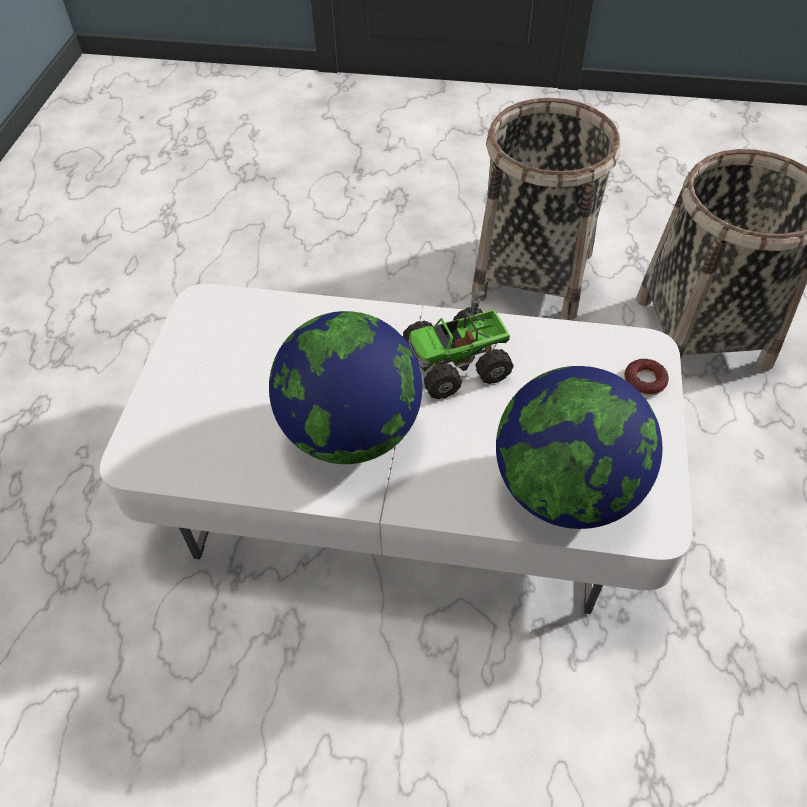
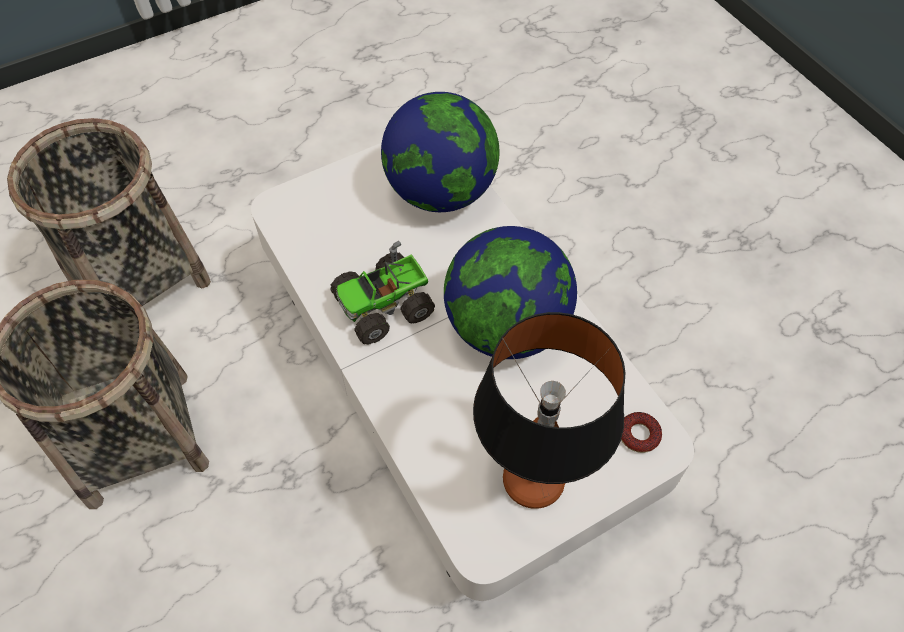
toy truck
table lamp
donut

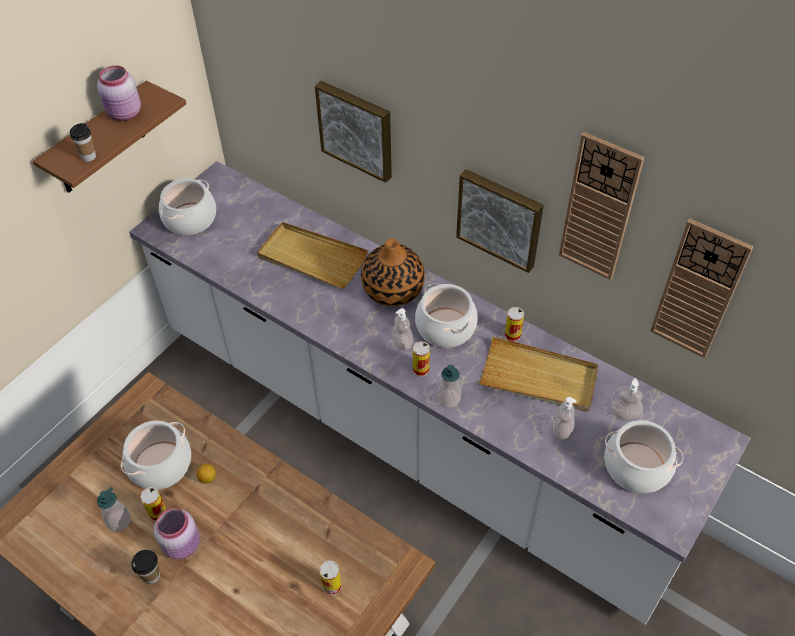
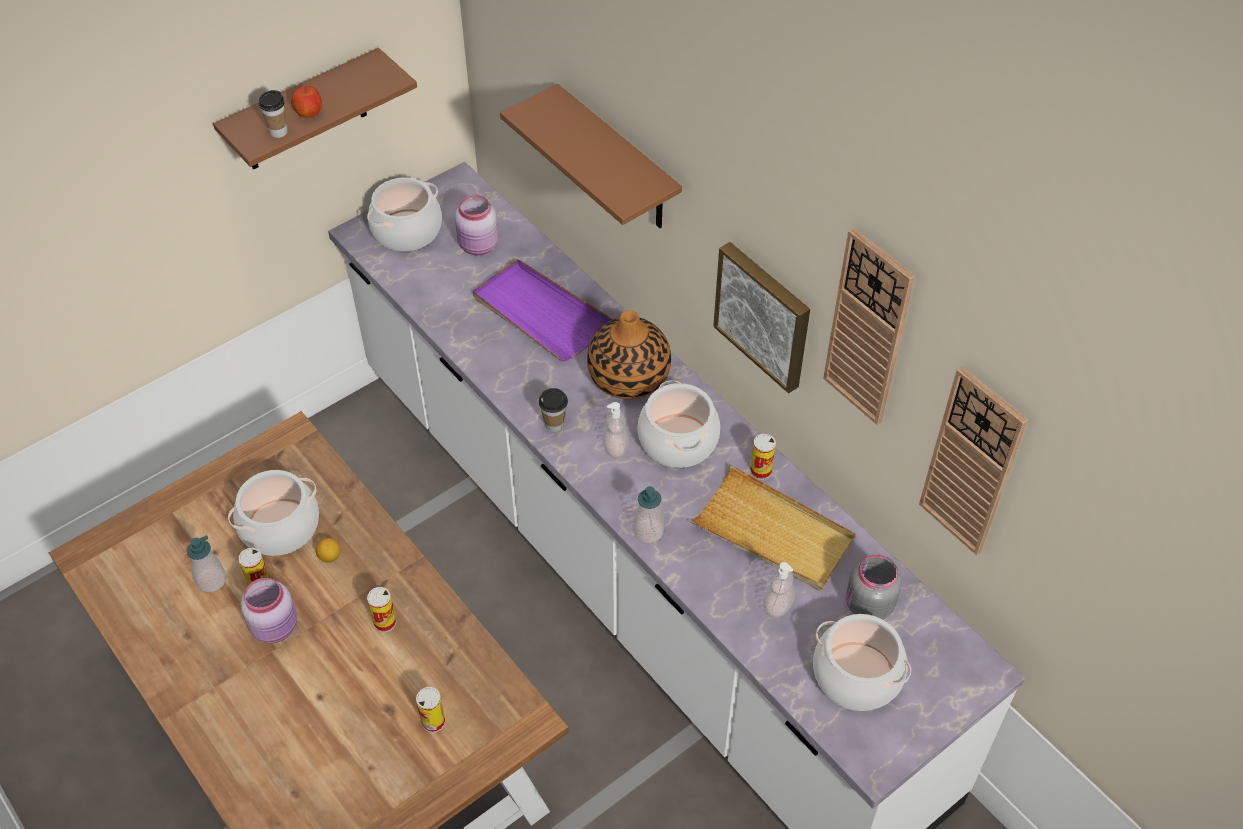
apple
can (2nd from left)
jar (pink) (2nd from left)
tray (purple)
shelf (brown) (2nd from left)
cup (2nd from left)
jar (grey)

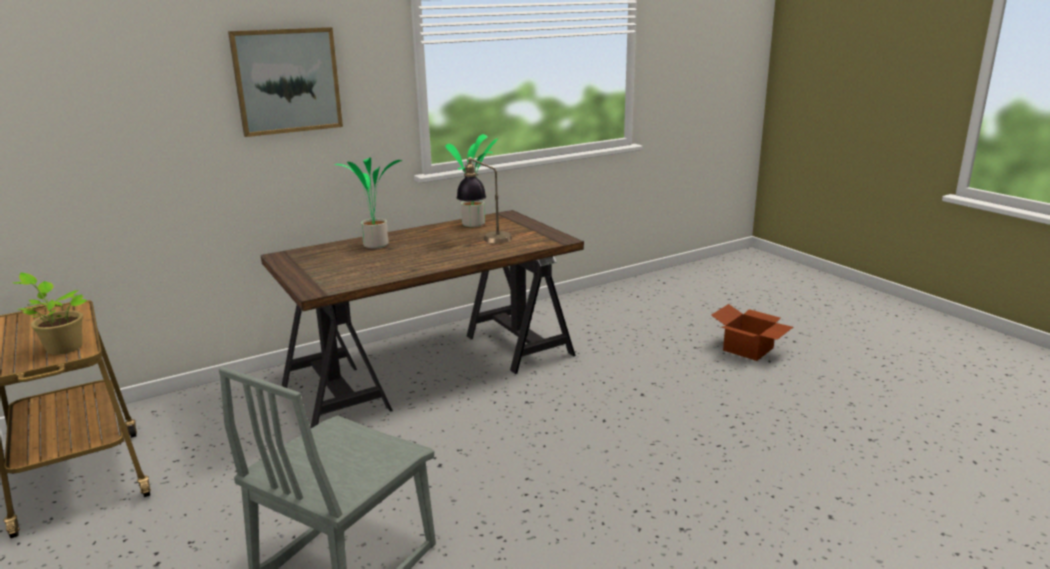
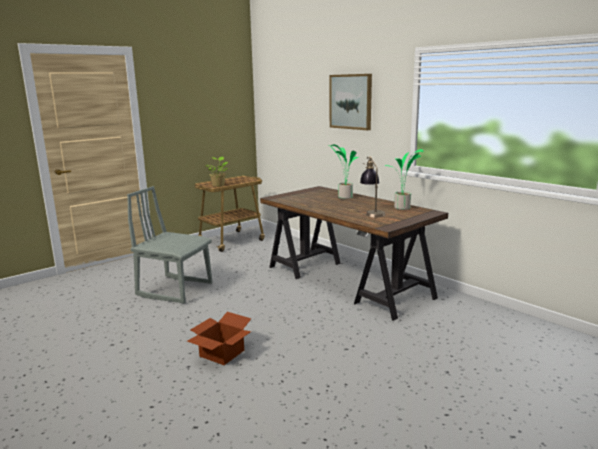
cardboard box

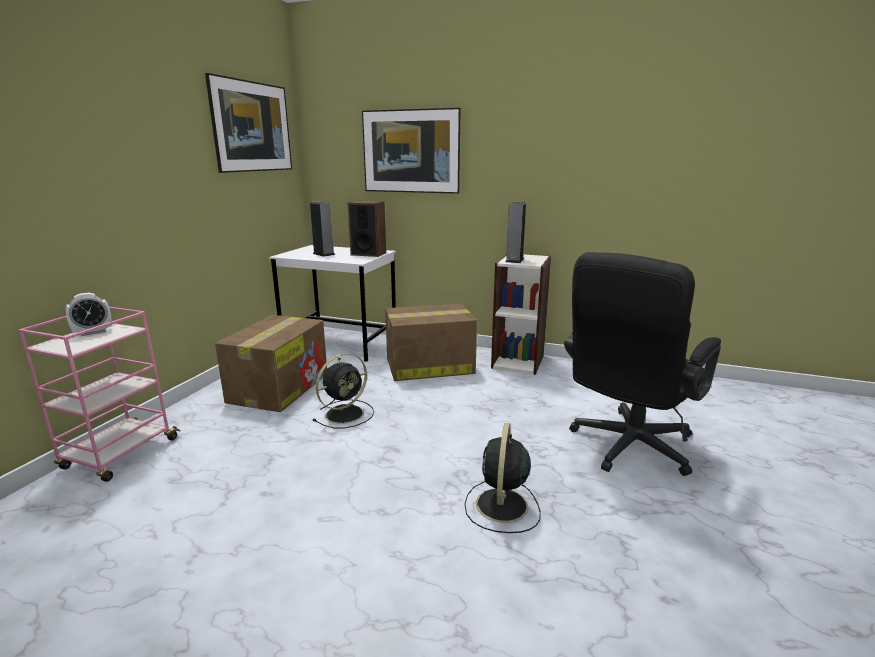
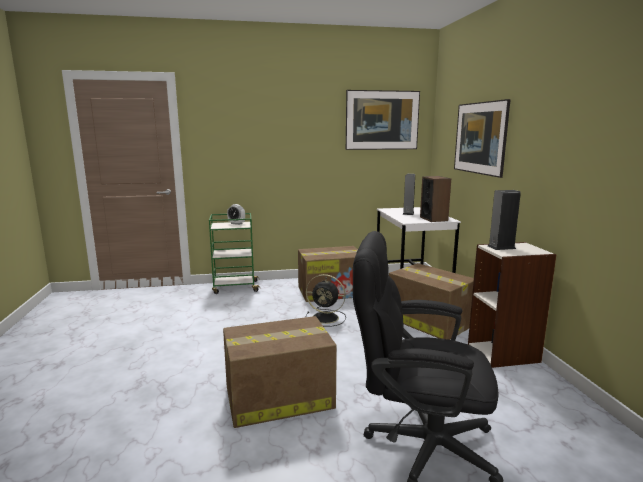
cart (green)
cardboard box (1st from left)

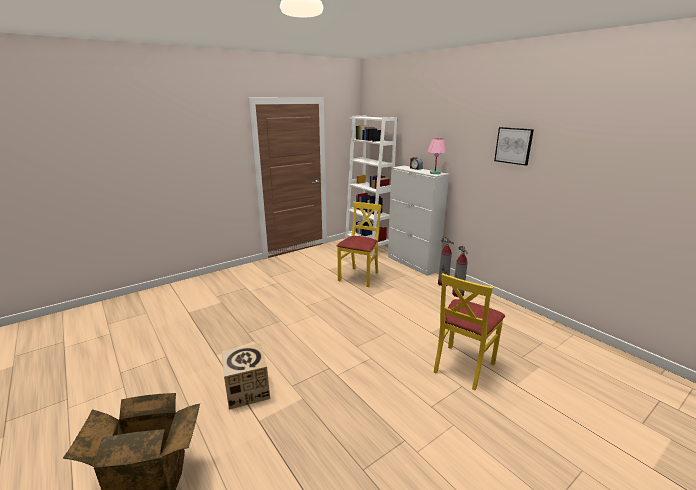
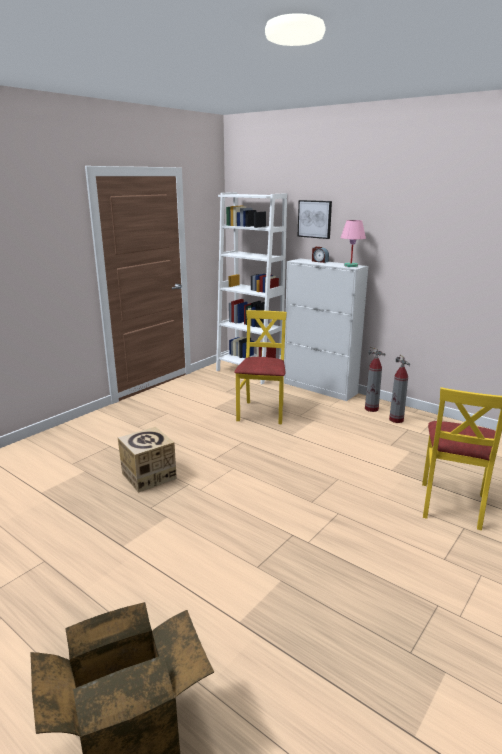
cardboard box (2nd from left)
picture

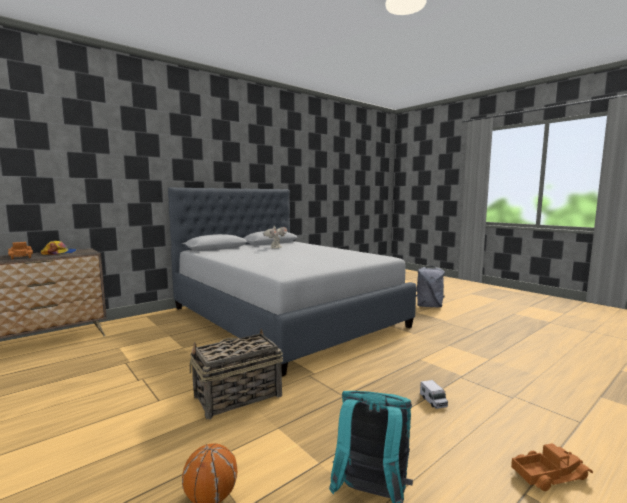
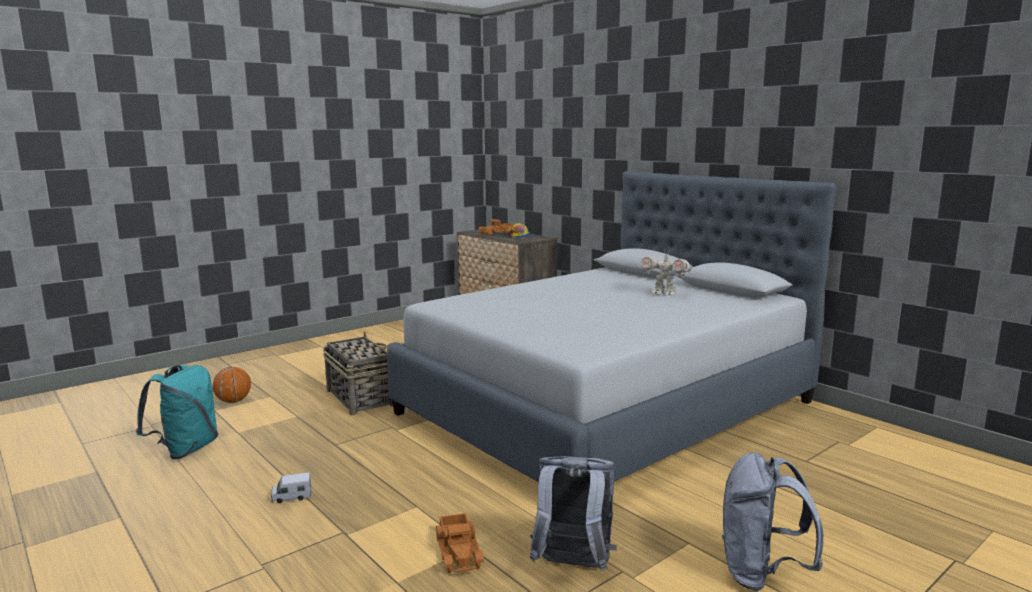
toy truck (2nd from left)
backpack (grey) (1st from left)

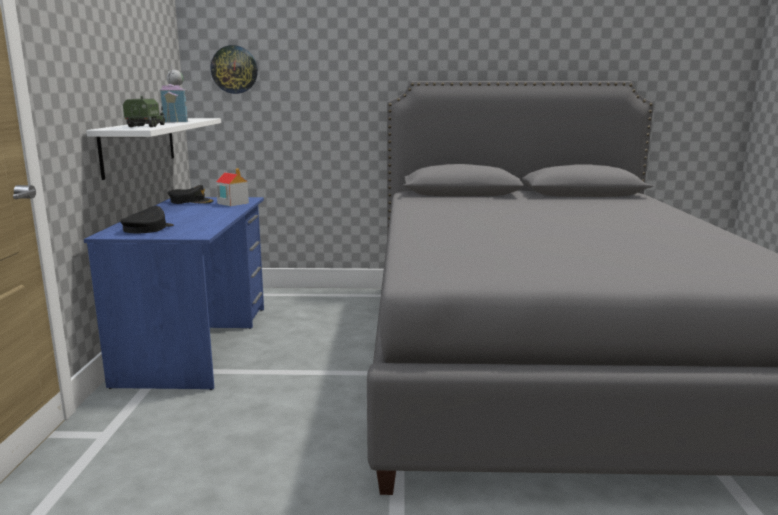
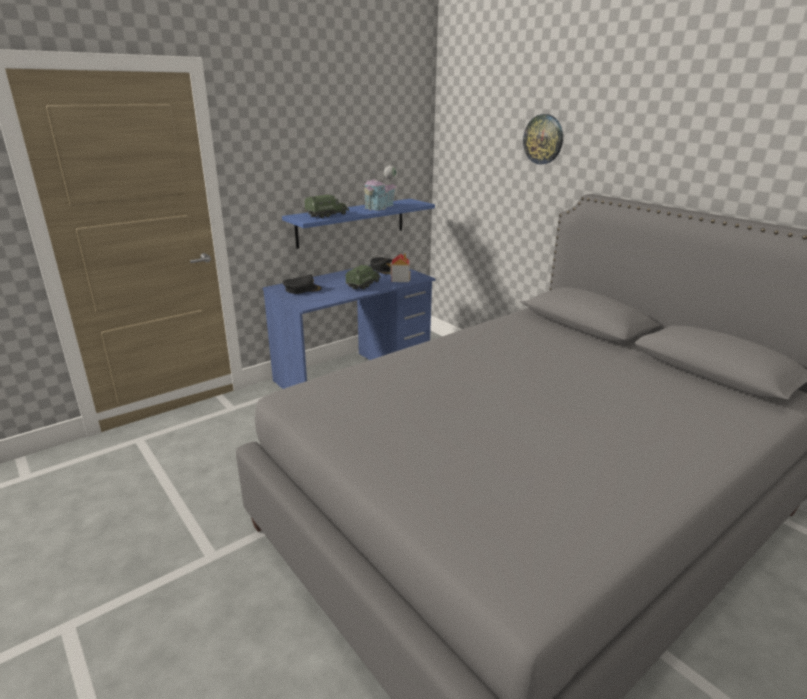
shelf (blue)
toy truck (2nd from left)
wall clock

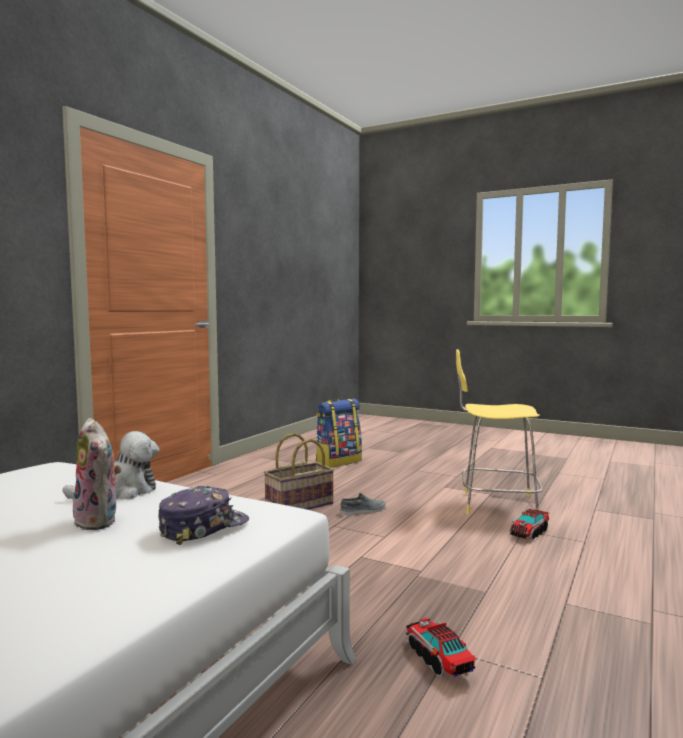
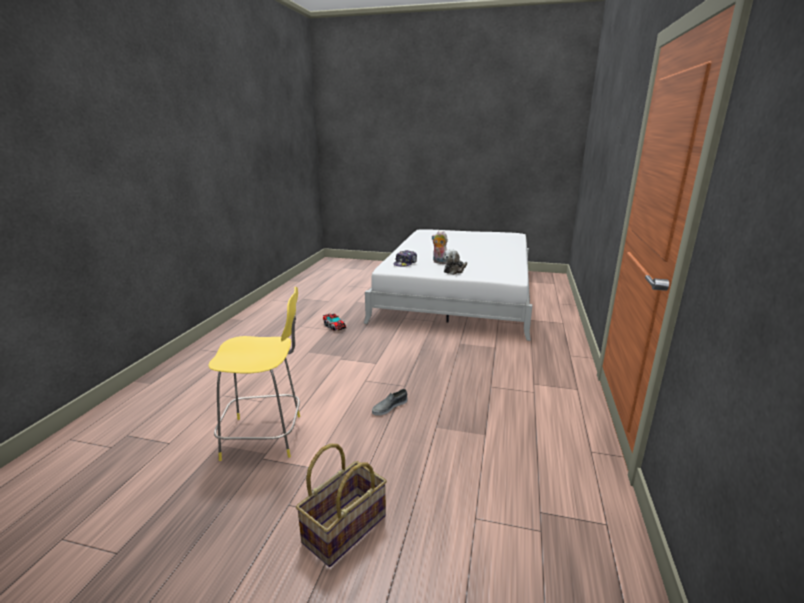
basket
backpack
toy truck (2nd from left in the first image)

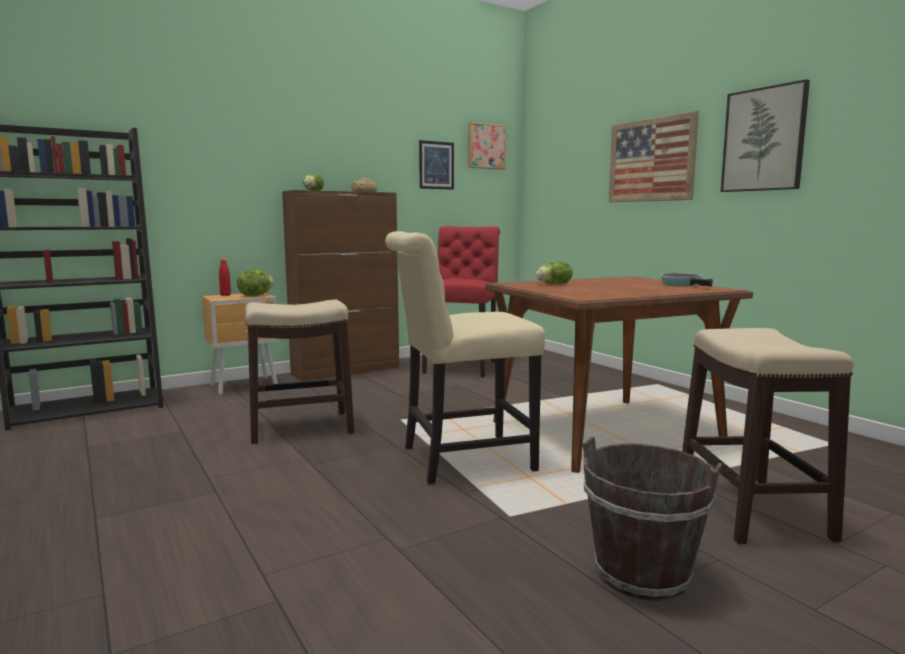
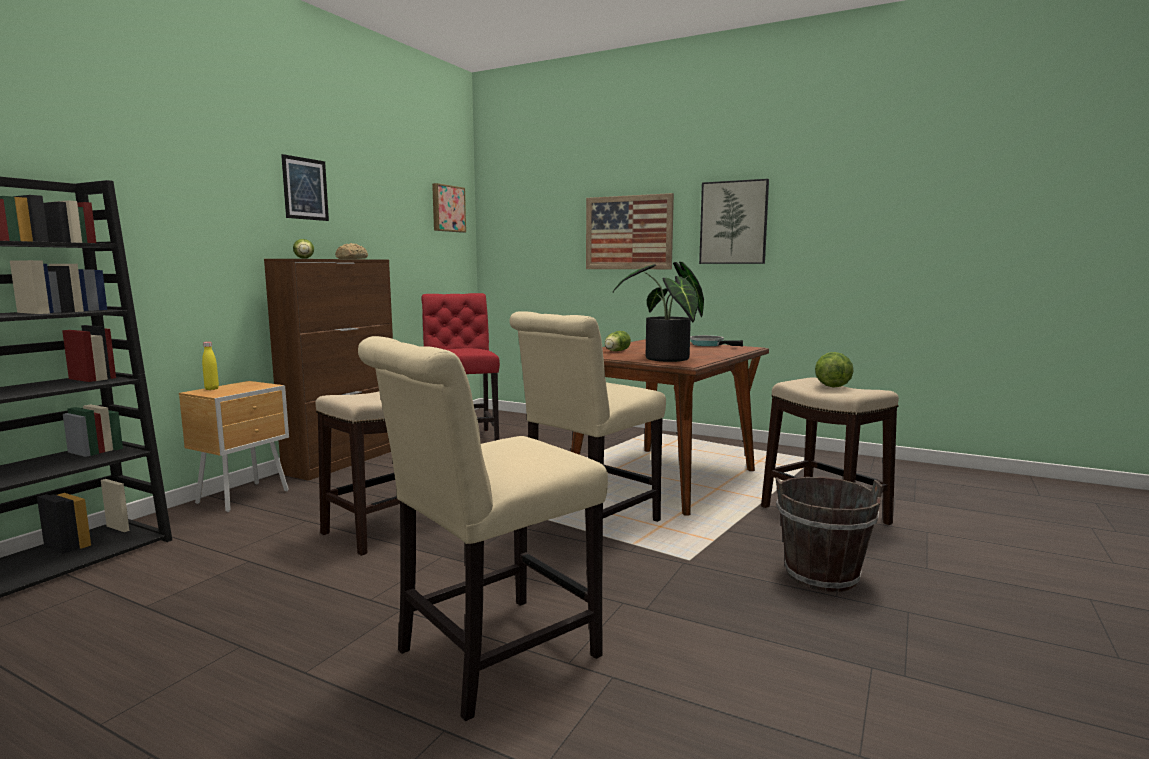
bottle (yellow)
picture (1st from left)
chair (beige) (1st from left)
potted plant
lettuce (3rd from left)

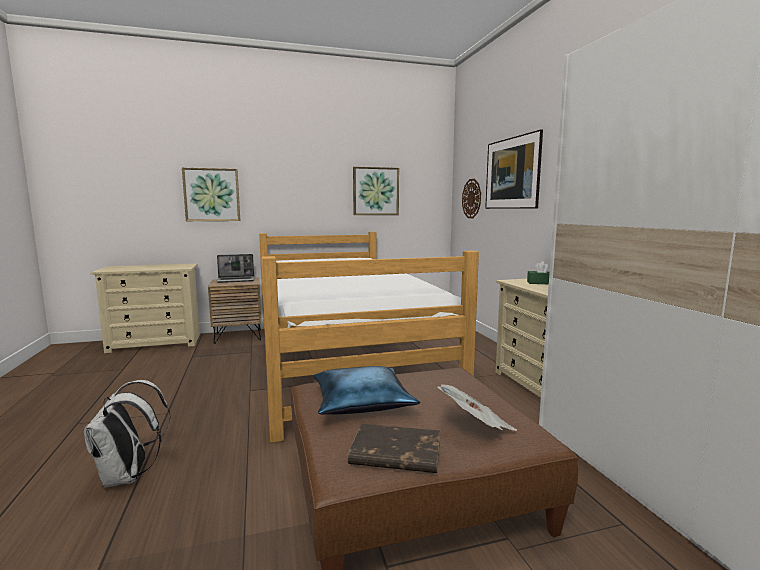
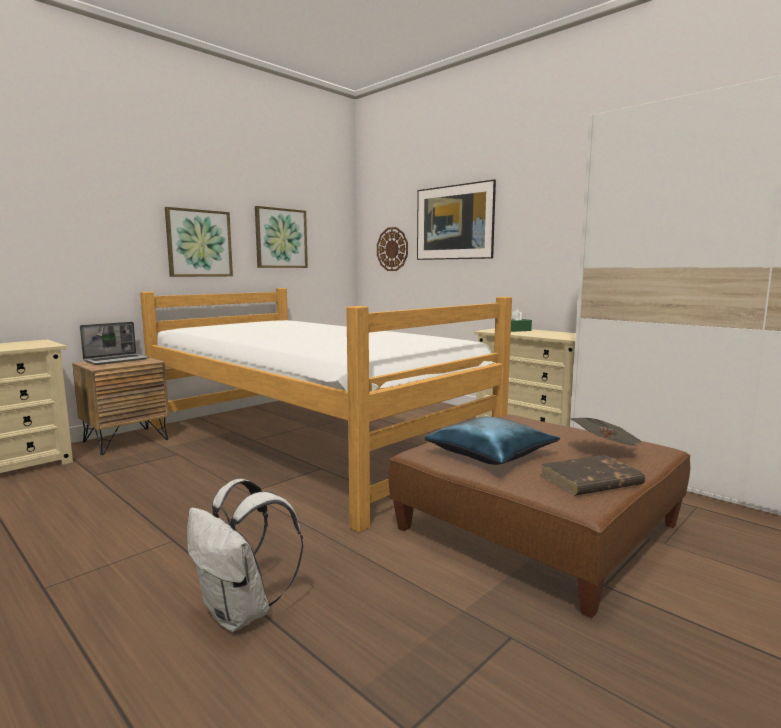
picture (1st from left)

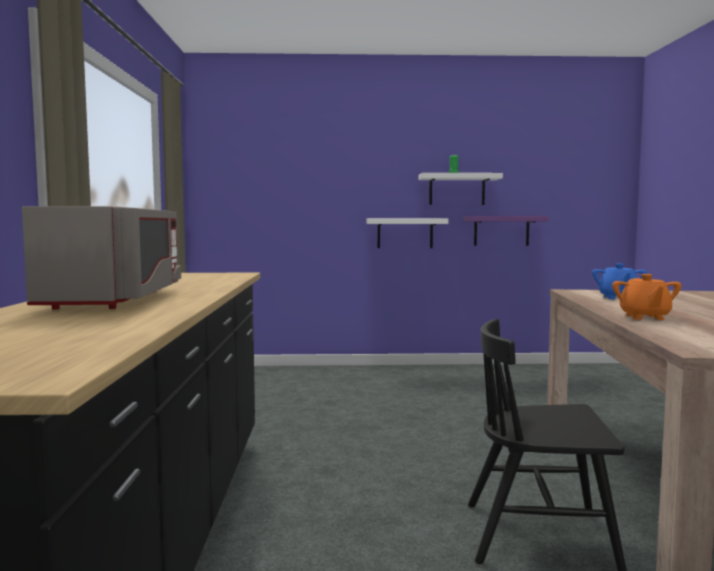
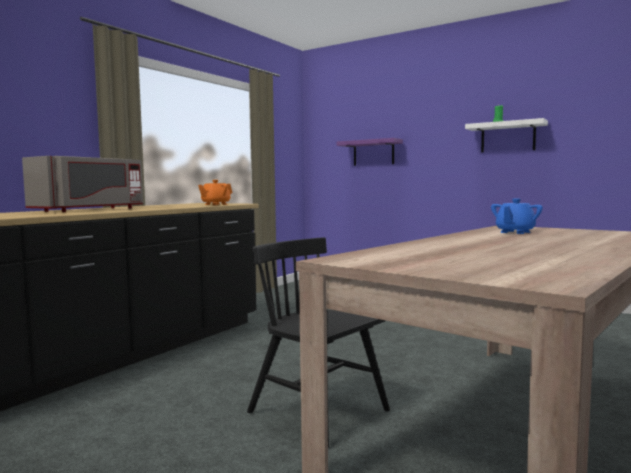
teapot (orange)
shelf (purple)
shelf (white) (1st from left in the first image)

